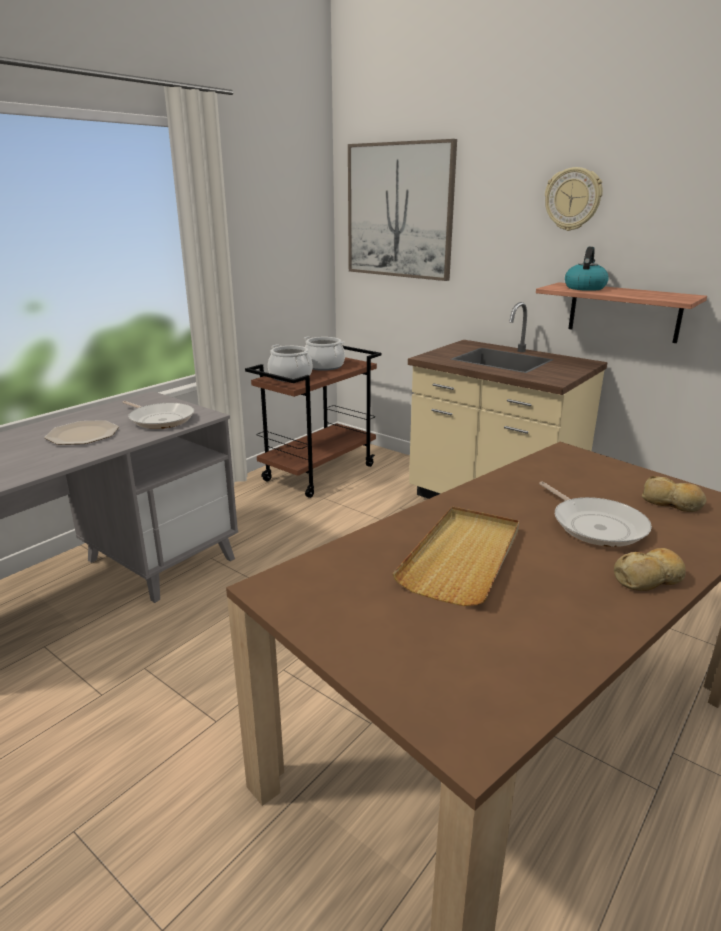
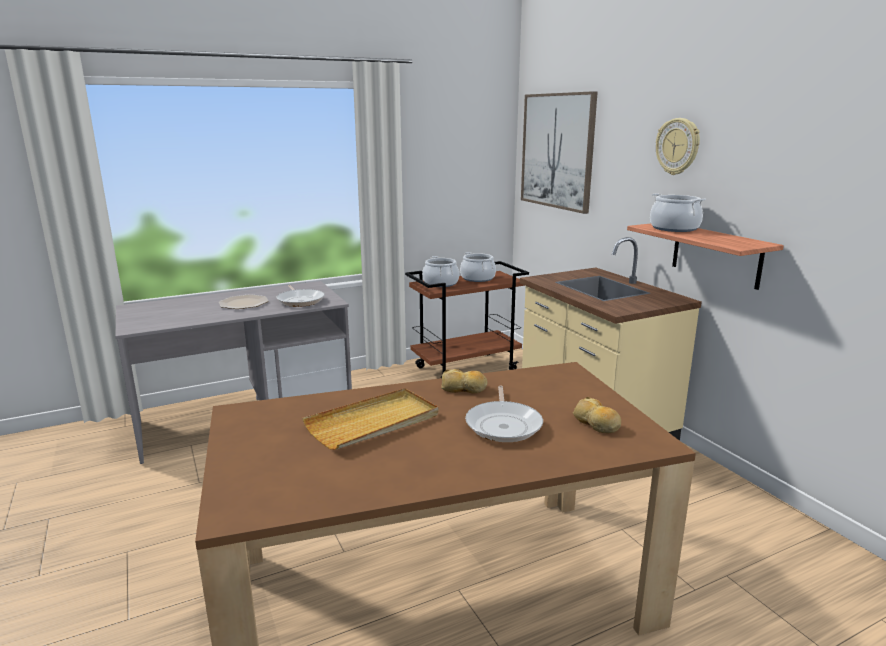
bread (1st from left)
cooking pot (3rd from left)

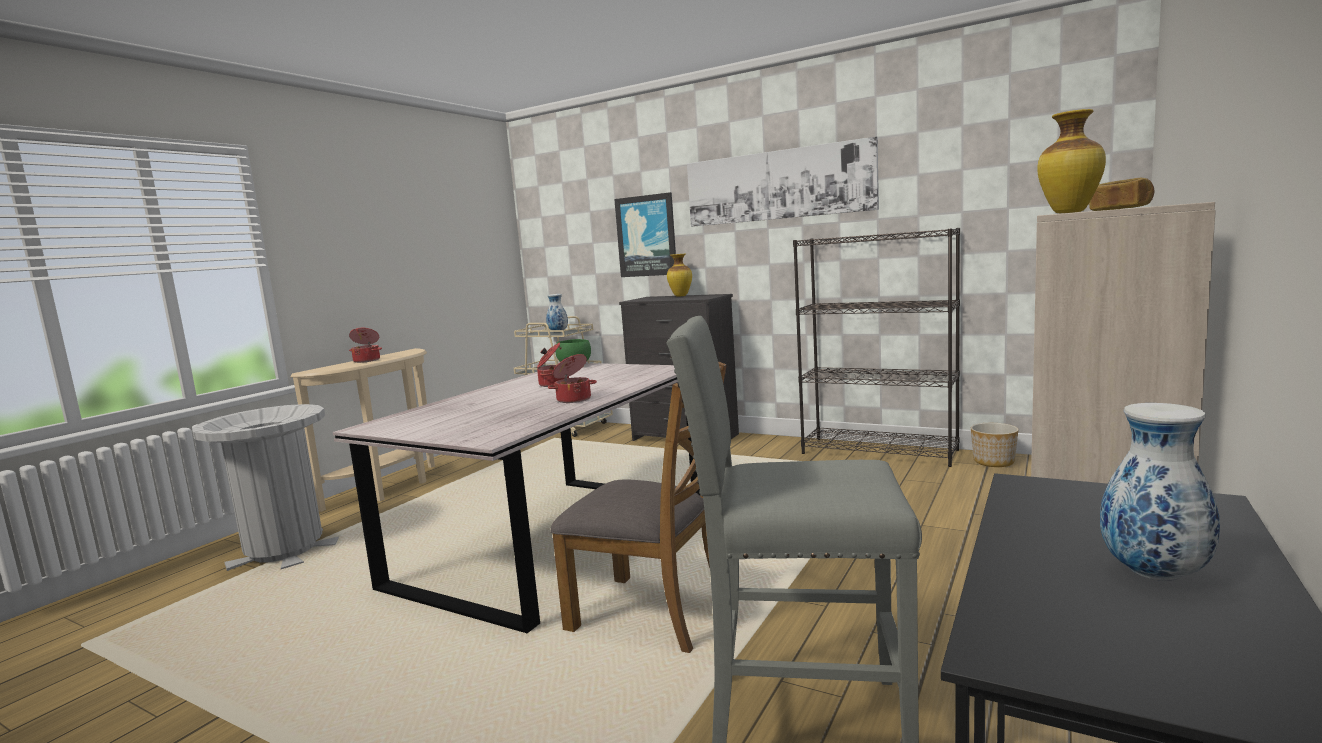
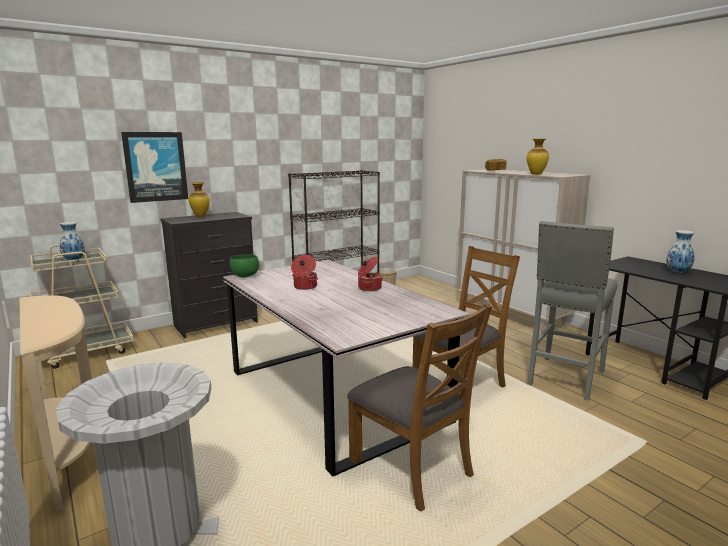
chair (brown) (1st from left)
cooking pot (1st from left in the first image)
picture (2nd from left in the first image)

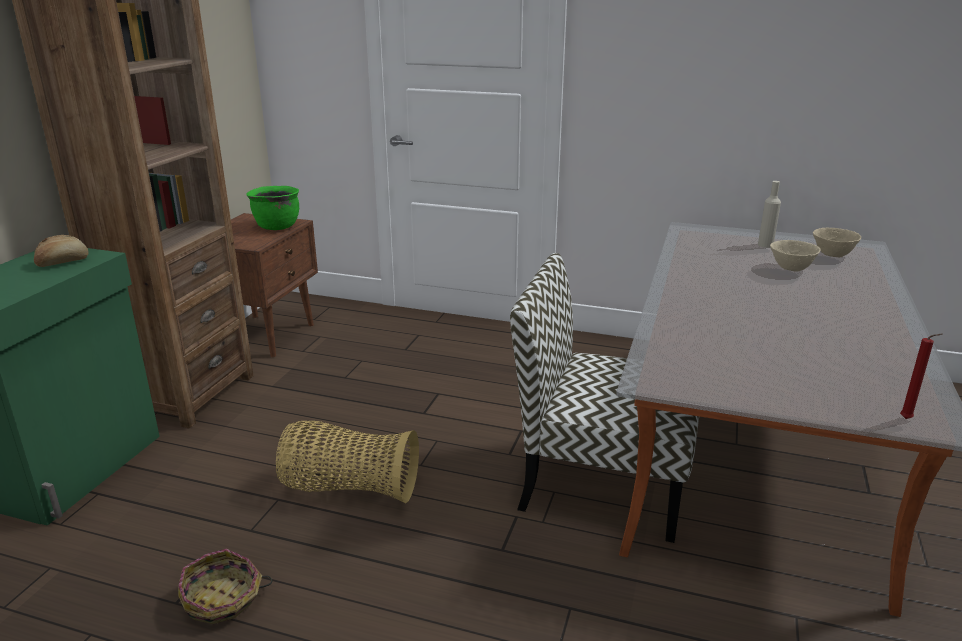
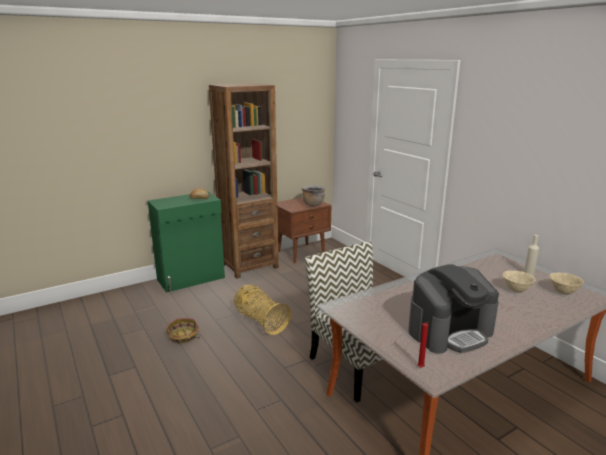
cooking pot (brown)
coffee machine

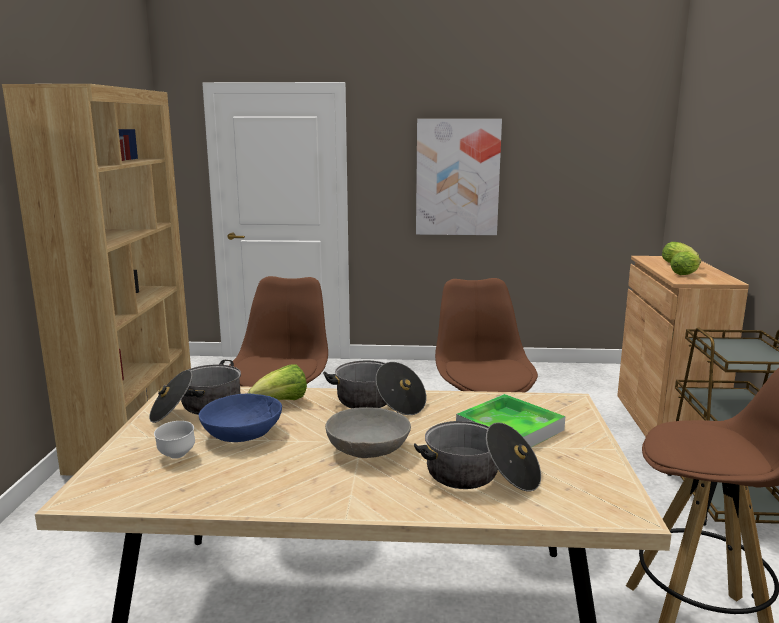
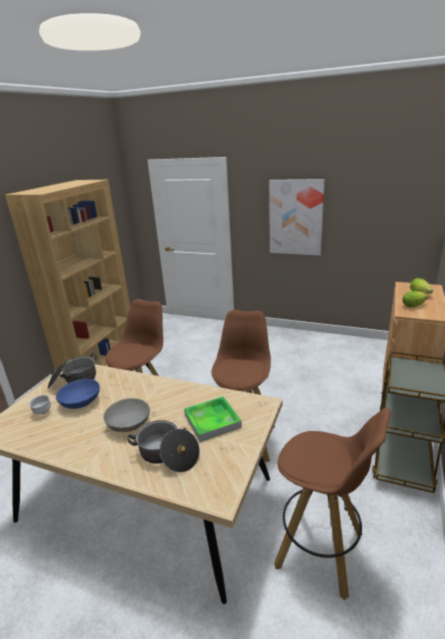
lettuce (1st from left in the first image)
cooking pot (2nd from left in the first image)

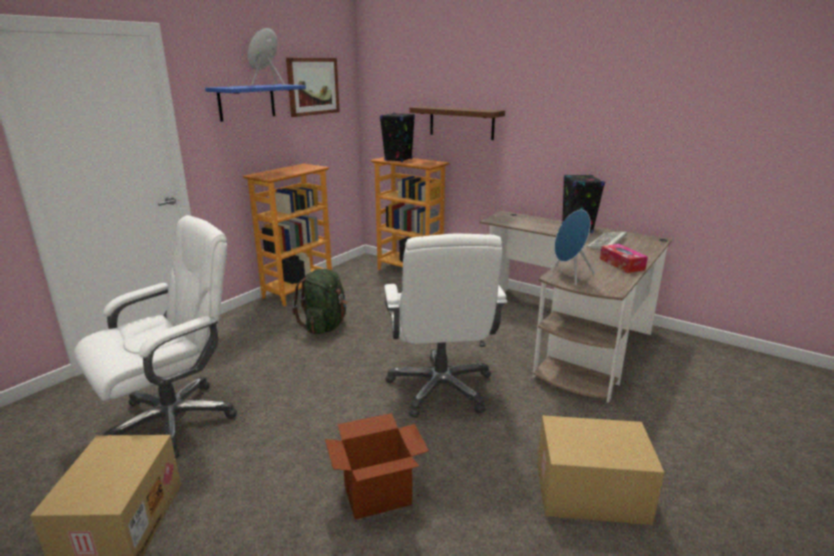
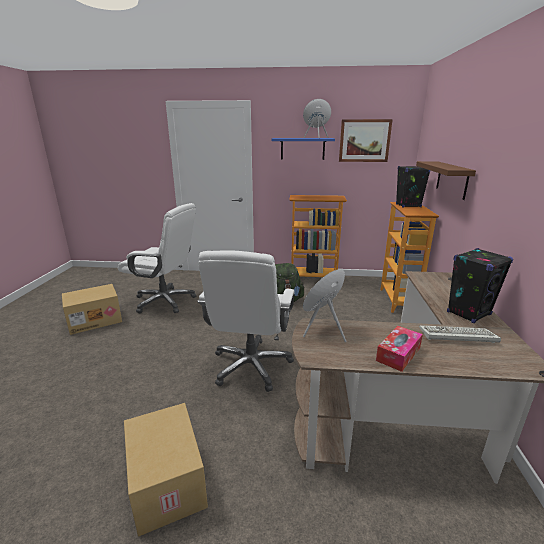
office chair (white) (2nd from left)
cardboard box (2nd from left in the first image)

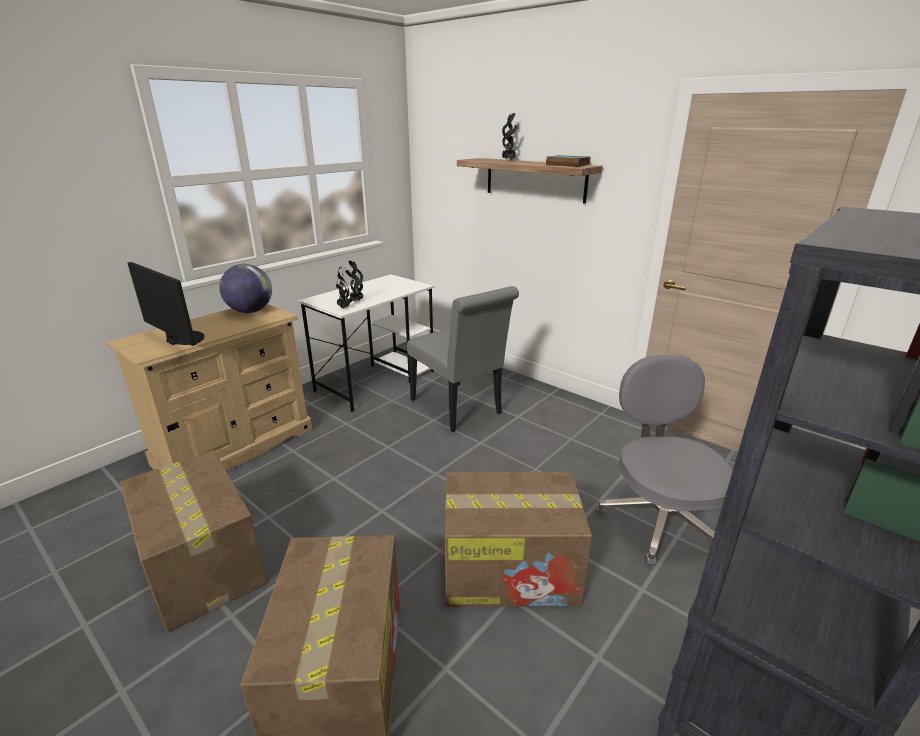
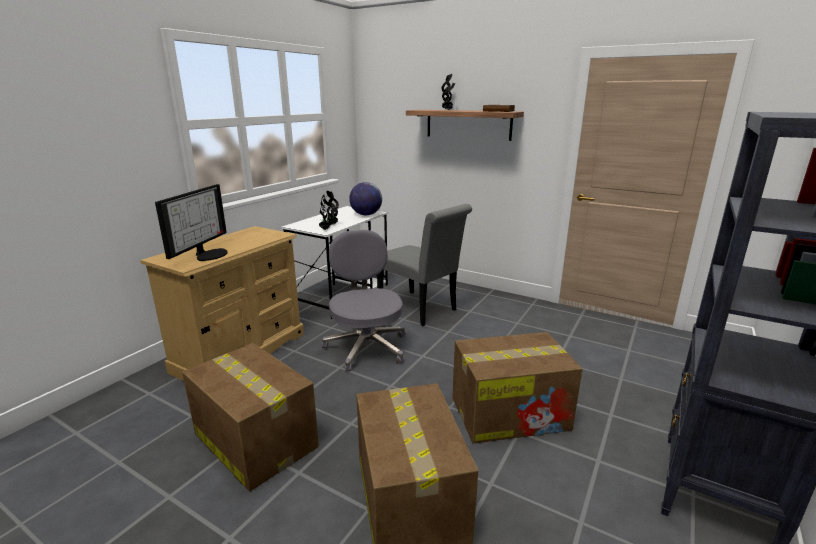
monitor
office chair (grey)
globe

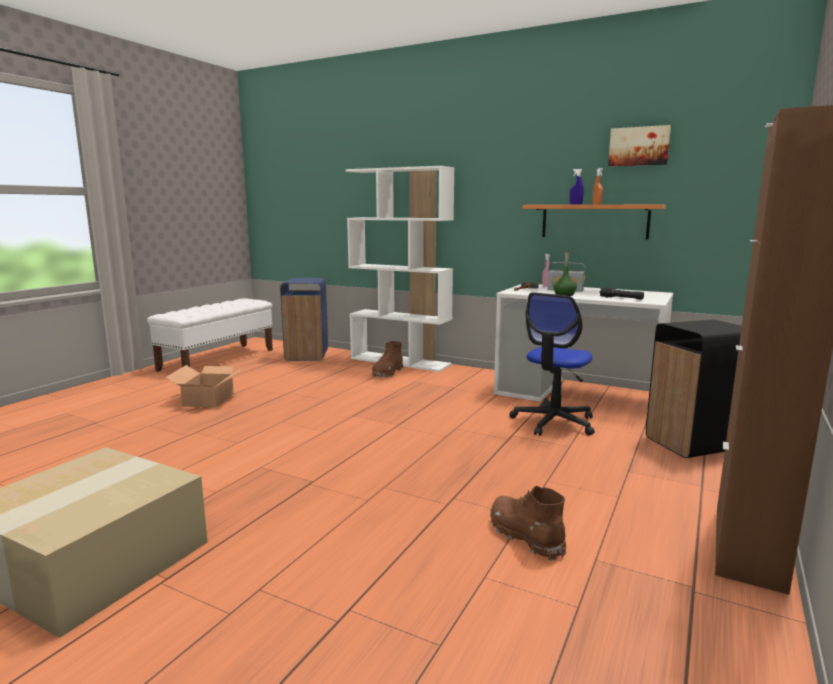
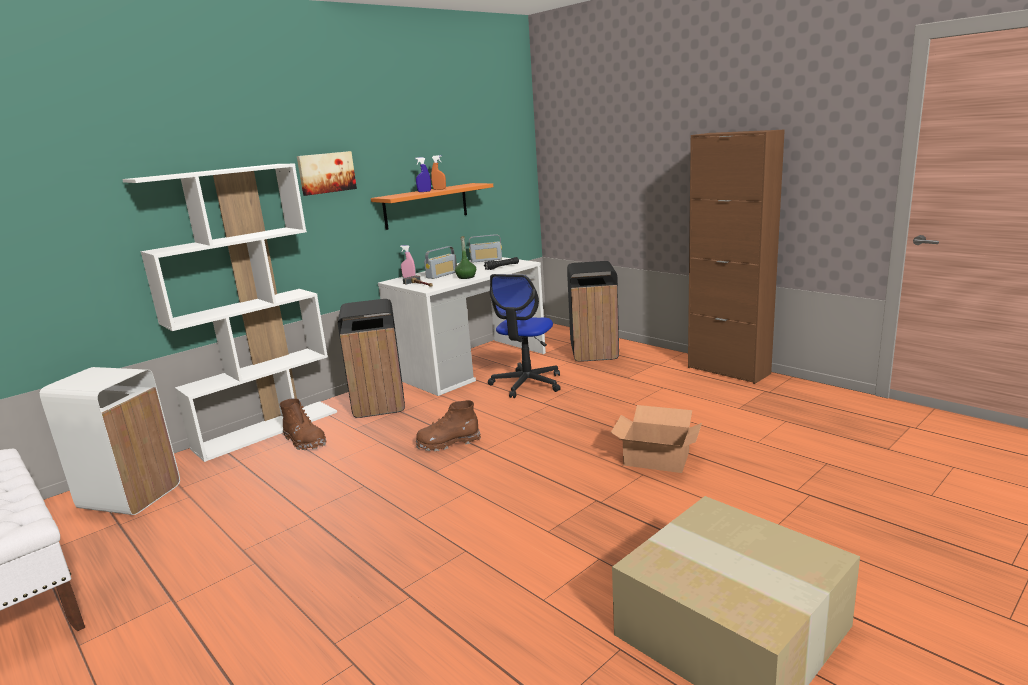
trash can (white)
picture
trash can (black) (1st from left)
boot (brown) (2nd from left)
radio (2nd from left)
office chair
cardboard box (1st from left)

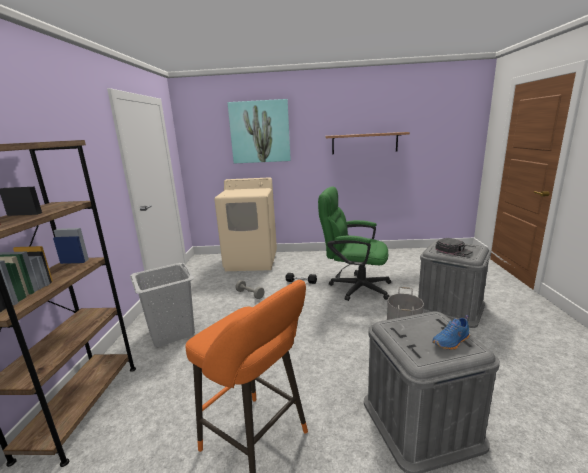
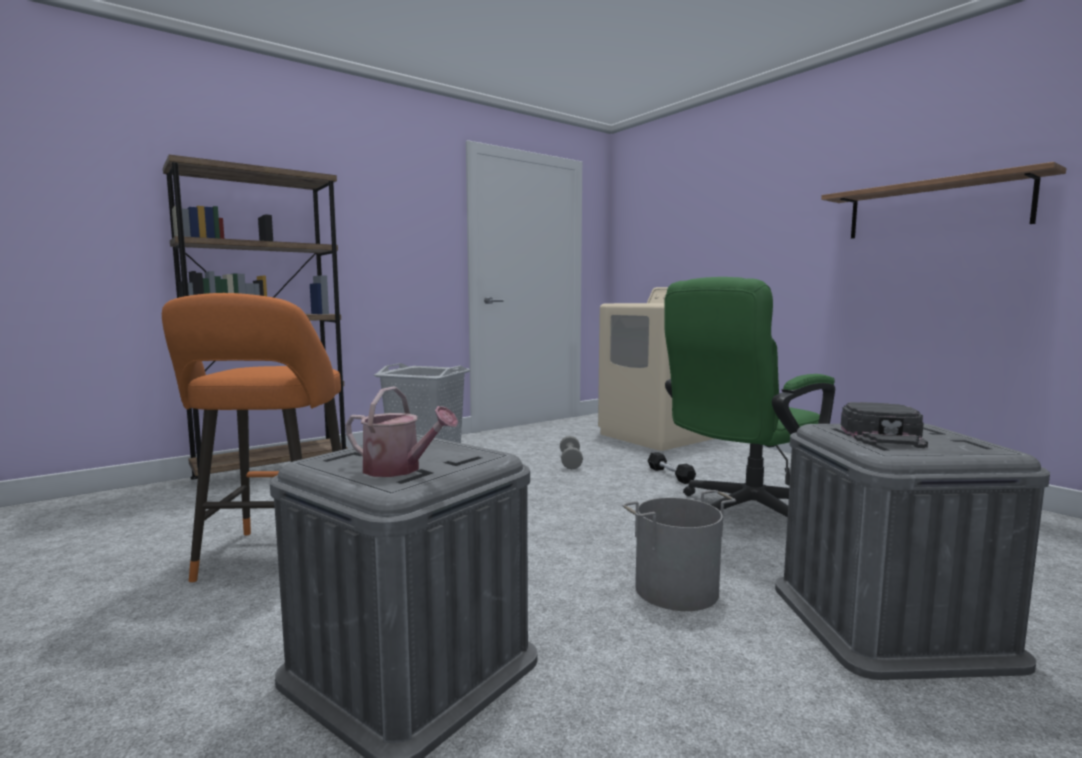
watering can
office chair (green)
picture

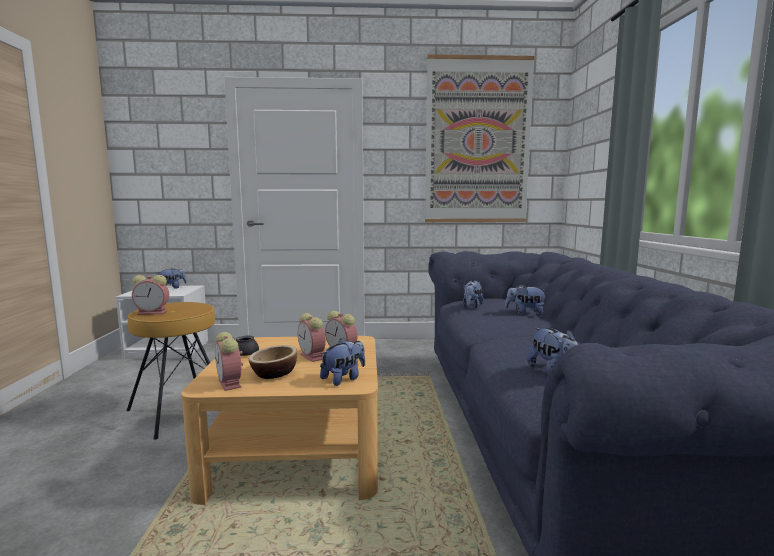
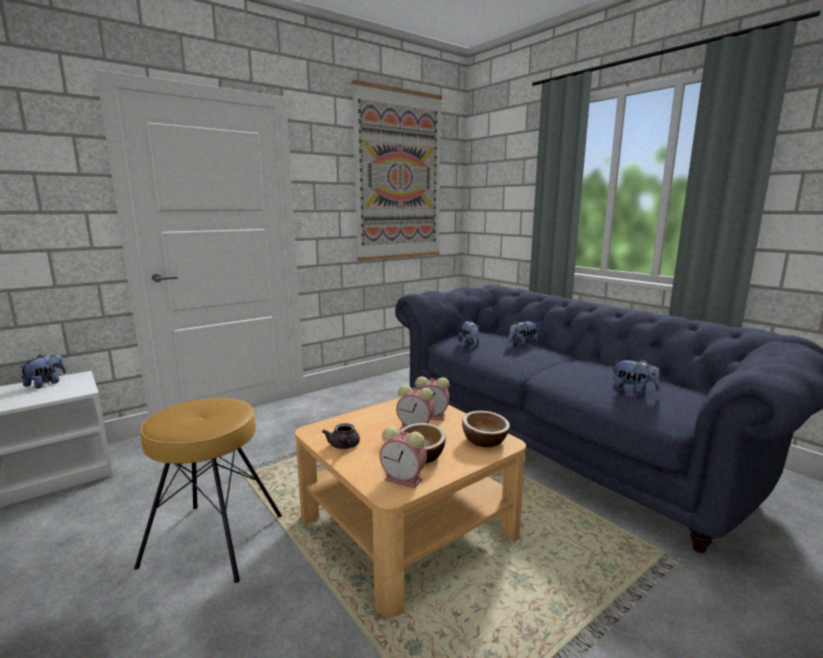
bowl (2nd from left)
alarm clock (1st from left in the first image)

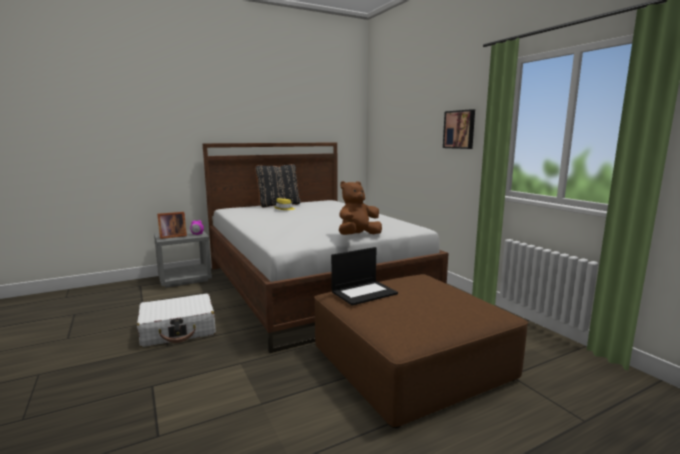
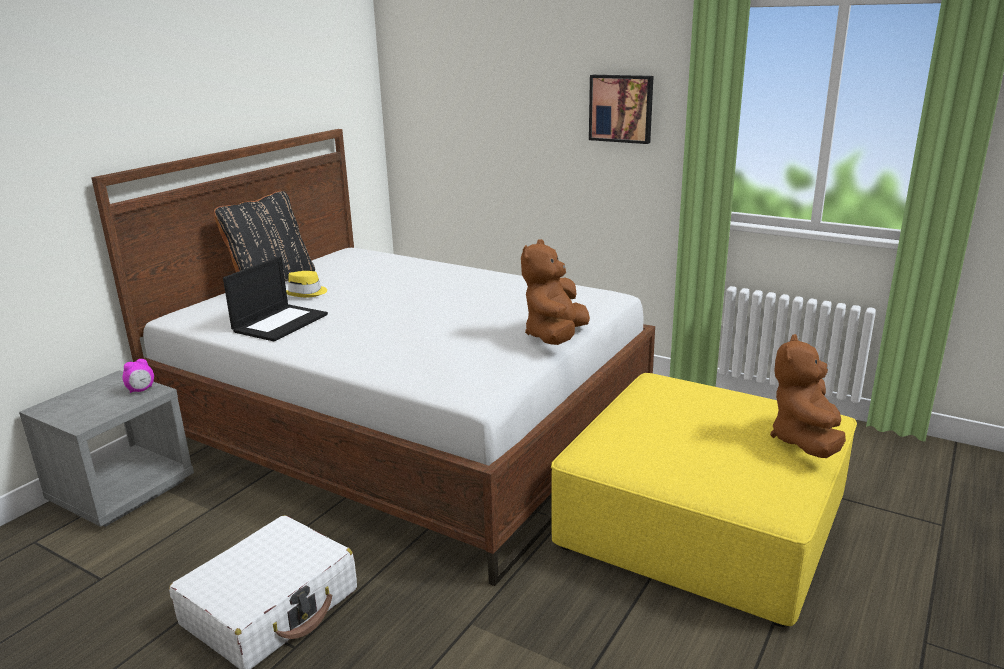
laptop
ottoman (yellow)
plush toy (brown) (2nd from left)
picture frame

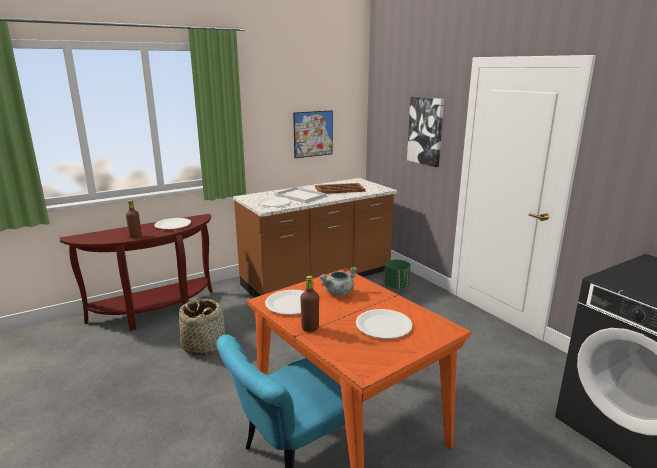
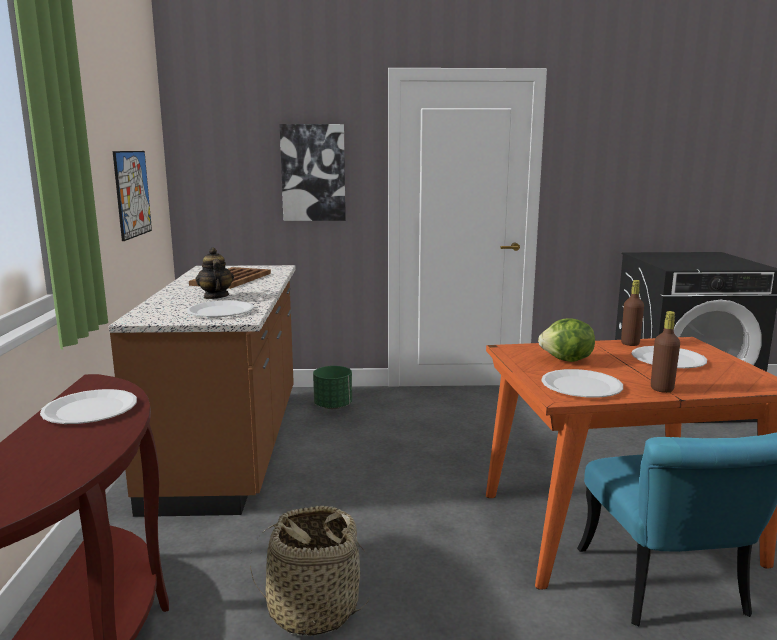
teapot
lettuce
bottle (brown) (1st from left)

